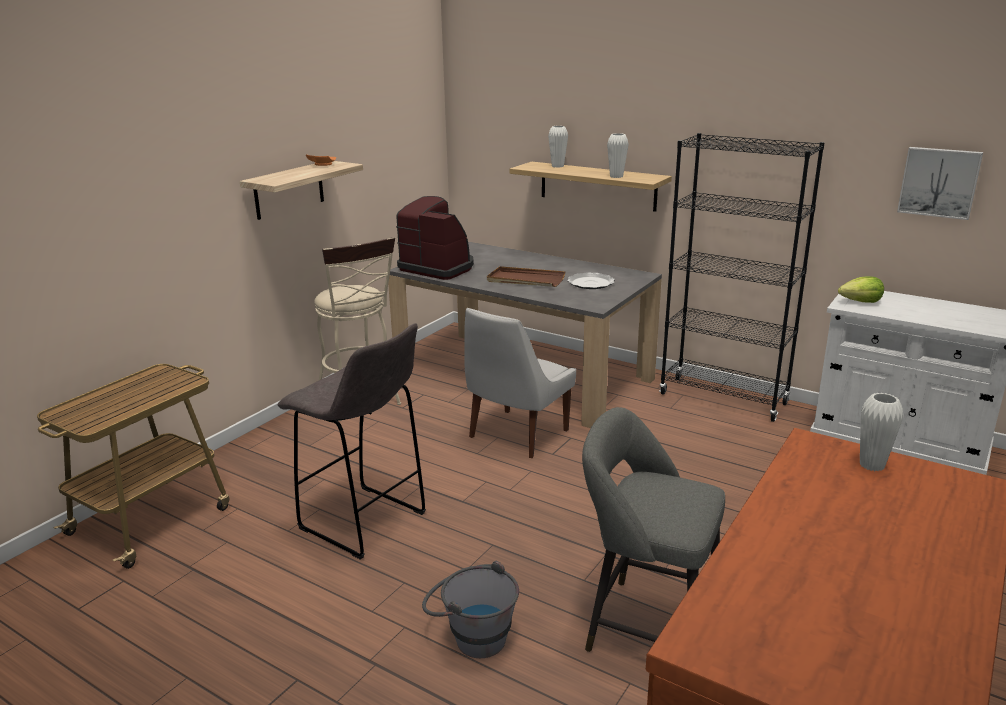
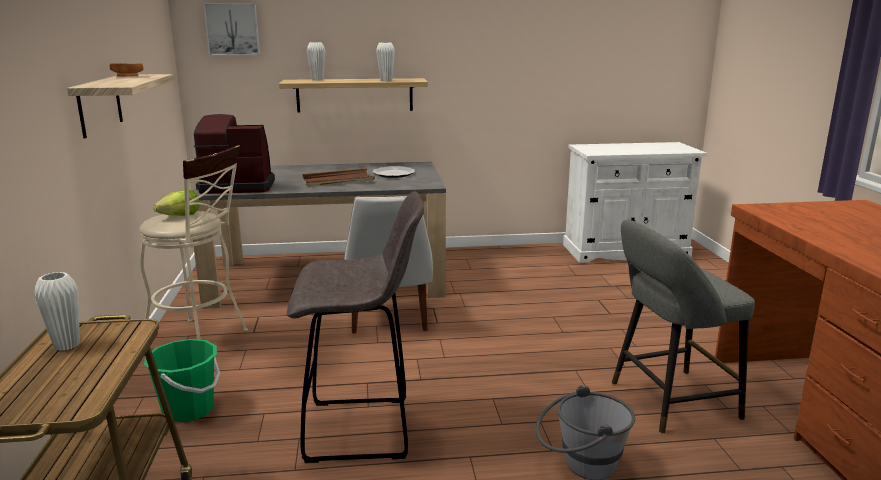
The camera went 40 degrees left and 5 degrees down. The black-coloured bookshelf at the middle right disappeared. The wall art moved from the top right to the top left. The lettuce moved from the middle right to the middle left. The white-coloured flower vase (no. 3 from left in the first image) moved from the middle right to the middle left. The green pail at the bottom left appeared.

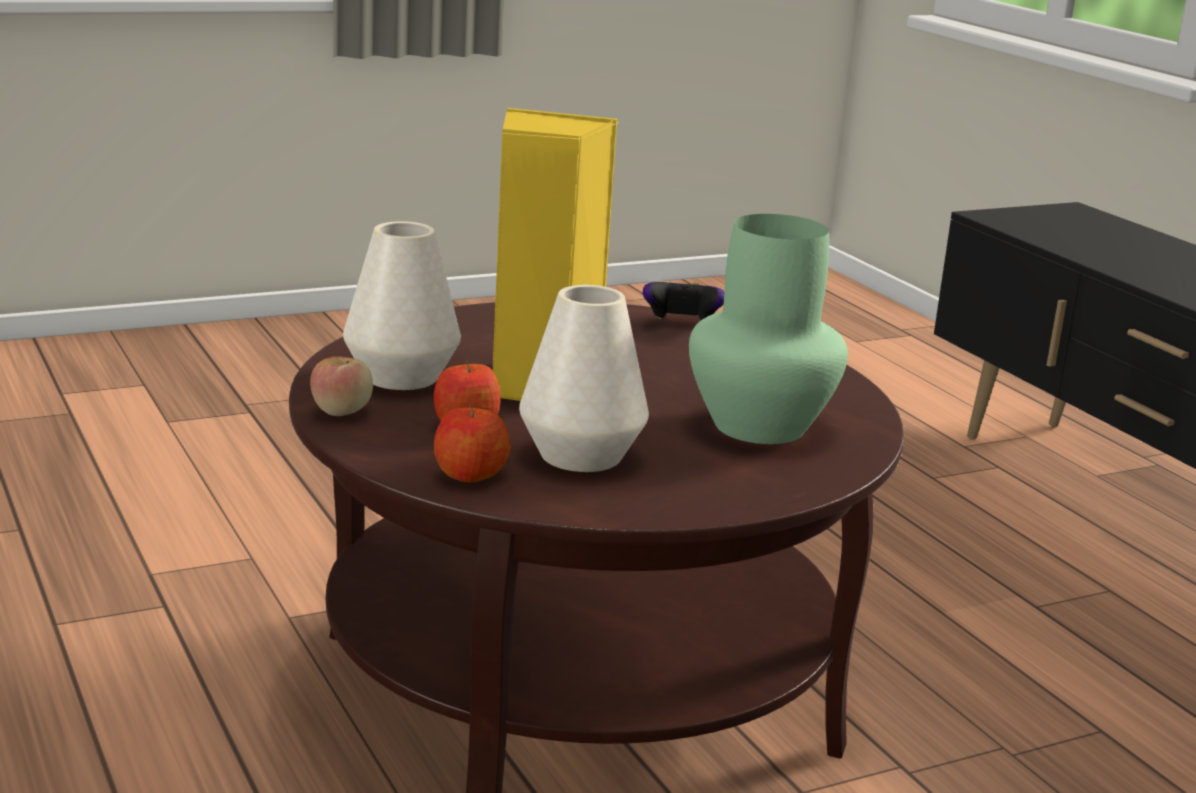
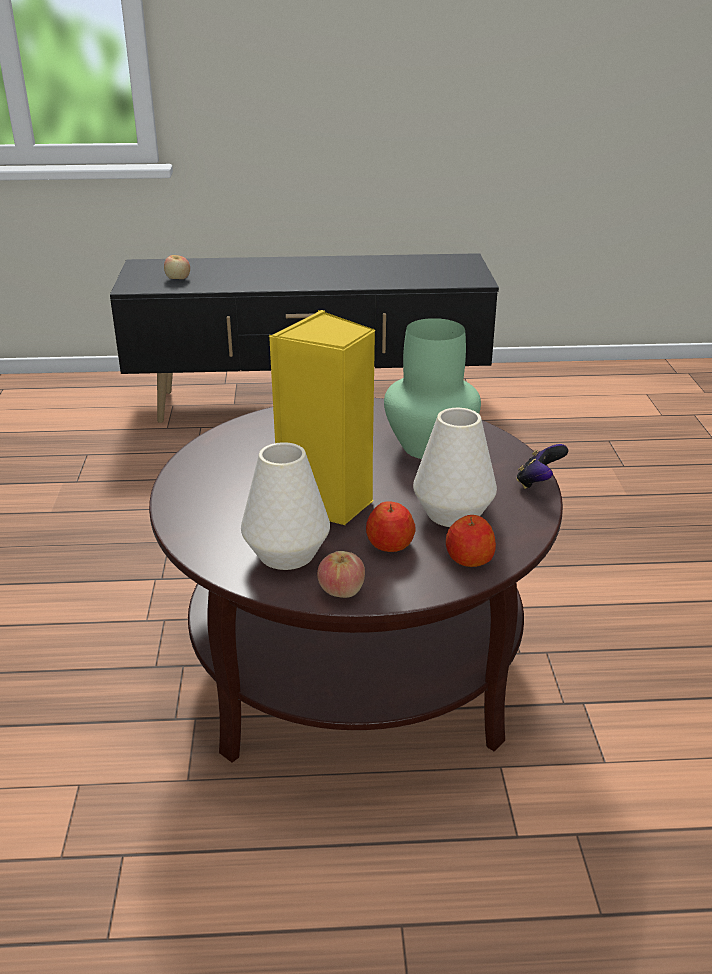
The camera went 65 degrees left and 10 degrees up. The gamepad moved from the centre to the middle right. The apple (no. 1 from left) at the top left appeared.

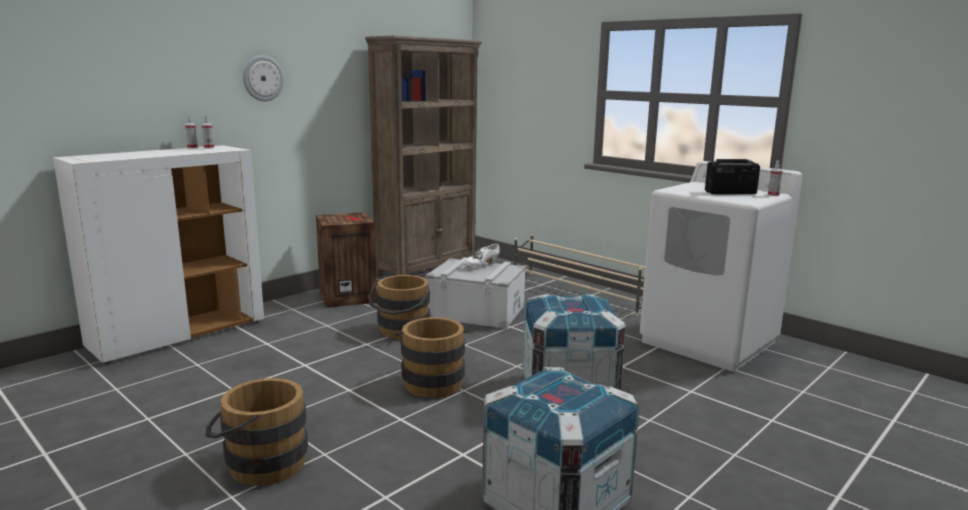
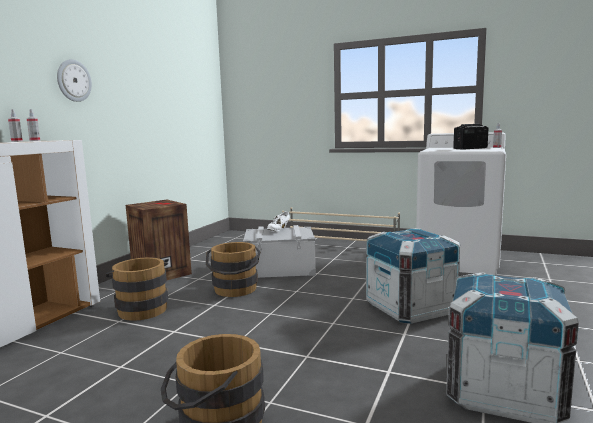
The camera went 20 degrees left and 5 degrees down. The brownish bookshelf at the top centre disappeared. The brownish pail (no. 3 from left in the first image) moved from the bottom centre to the bottom left.

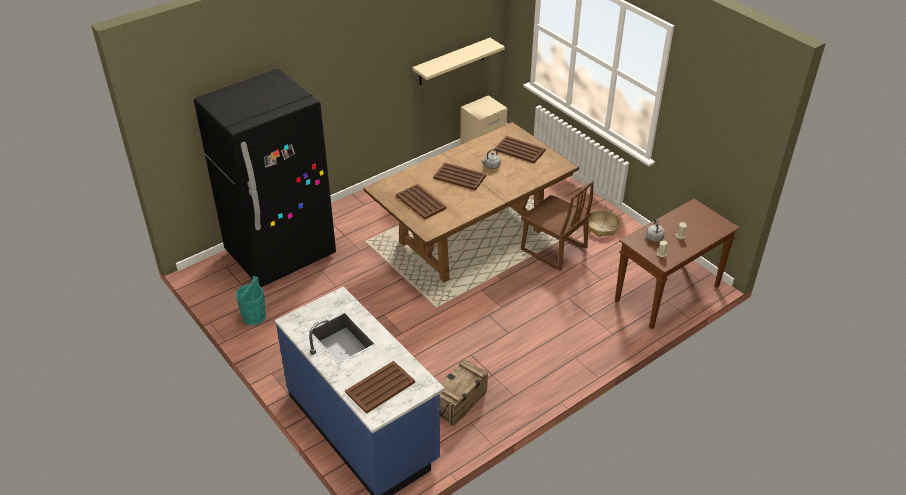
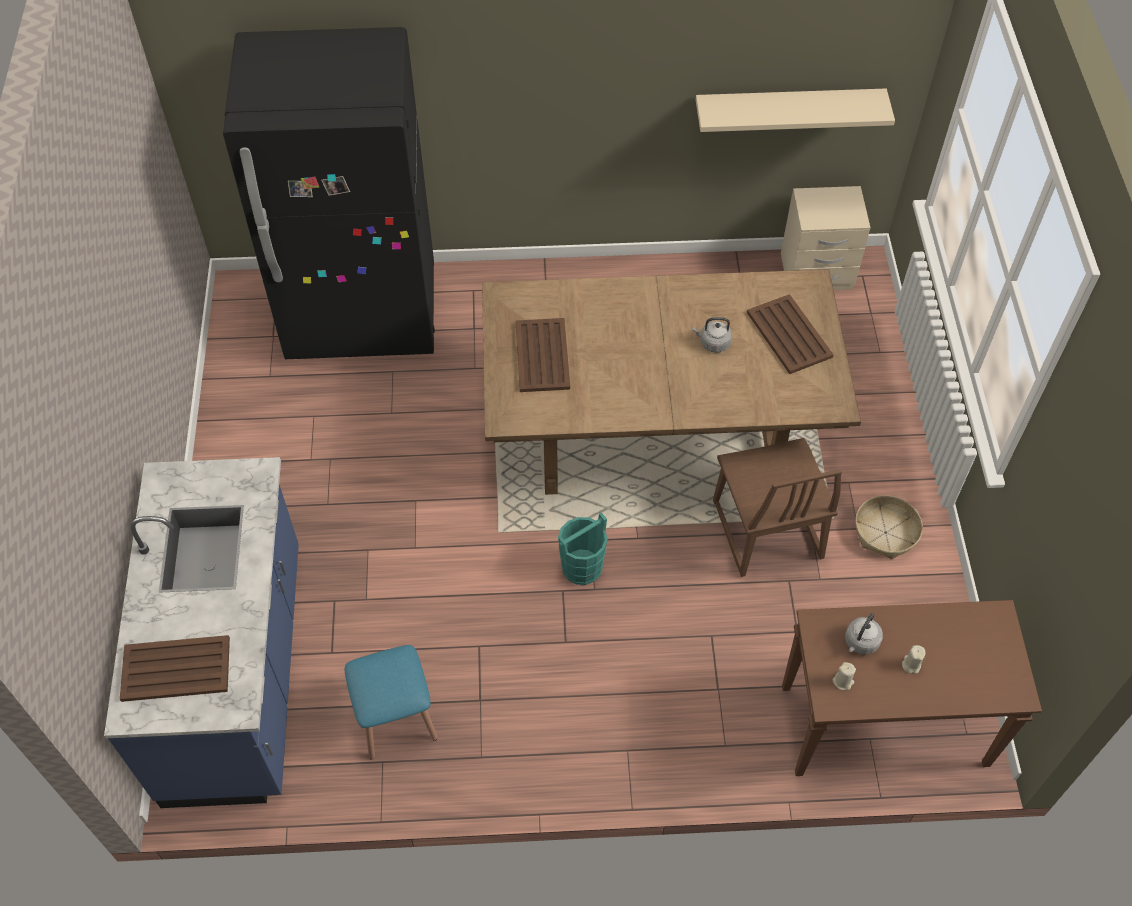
The camera went 35 degrees right and 15 degrees up. The brownish tray (no. 3 from left) at the centre disappeared. The blue-green pail moved from the middle left to the centre. The crate at the bottom centre was replaced by the blue-coloured stool at the bottom centre.

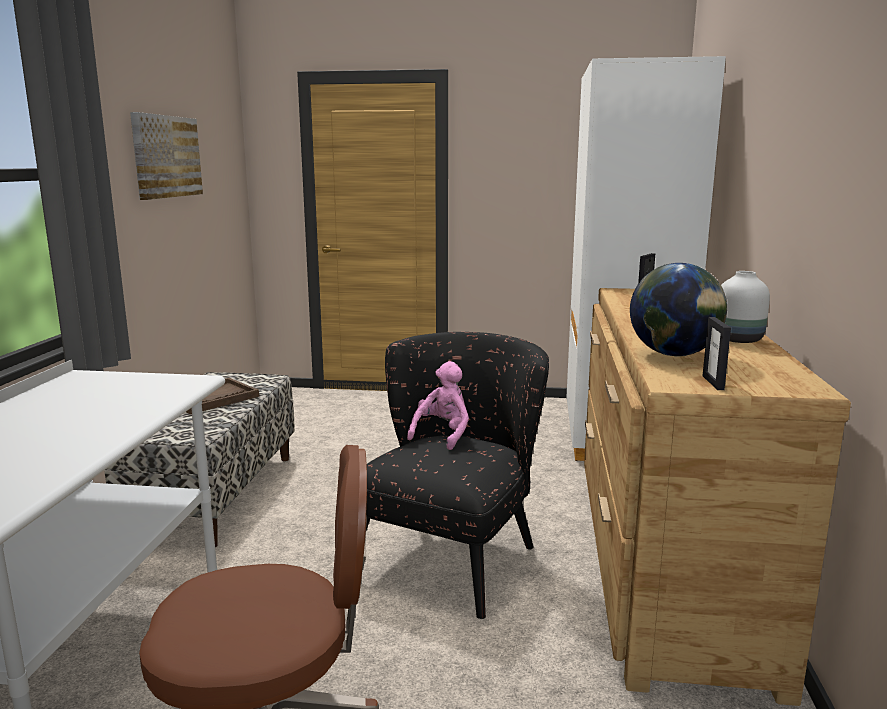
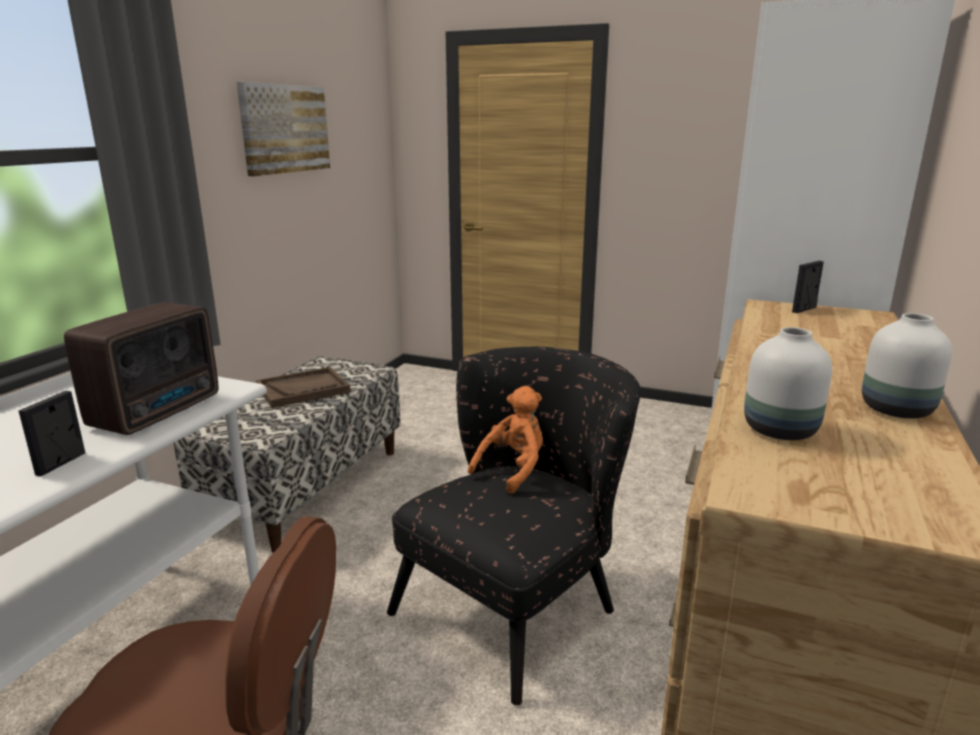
The camera went 15 degrees right and 5 degrees up. The desk globe at the middle right was replaced by the white-coloured flower vase (no. 1 from left) at the middle right. The standing frame (no. 2 from left in the first image) moved from the middle right to the middle left. The pink cuddly toy at the centre became the orangey cuddly toy at the centre. The radio at the middle left appeared.

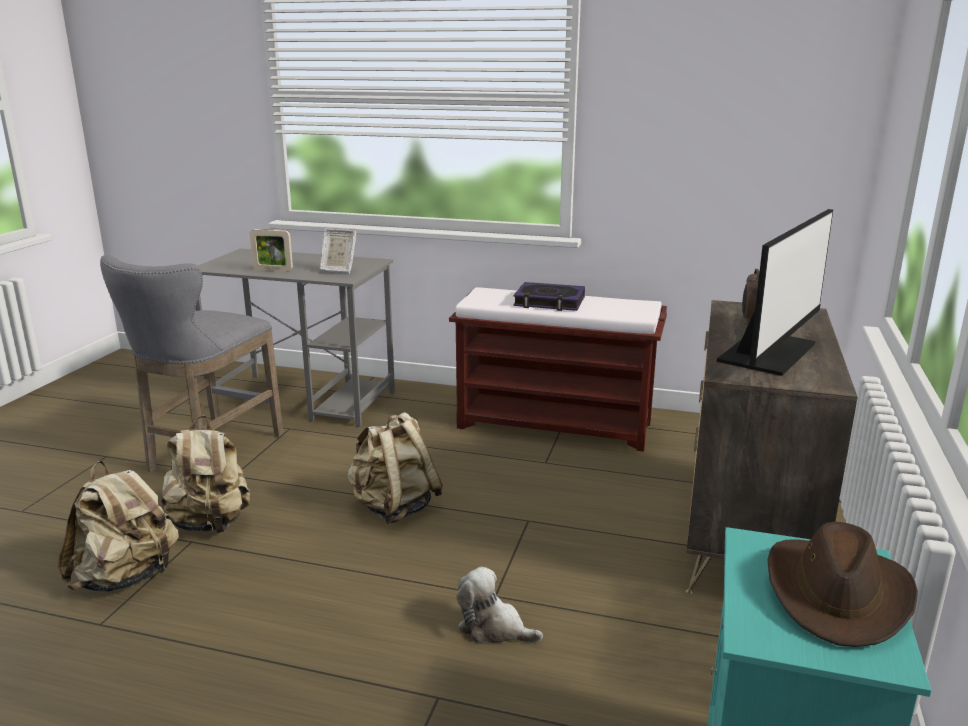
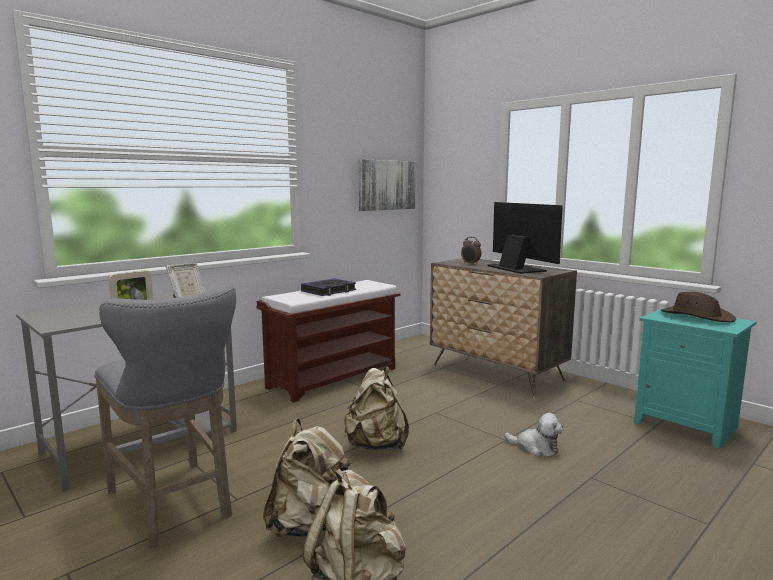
The camera went 60 degrees left and 10 degrees down. The cuddly toy at the bottom centre turned 120 degrees counterclockwise. The wall art at the top centre appeared.

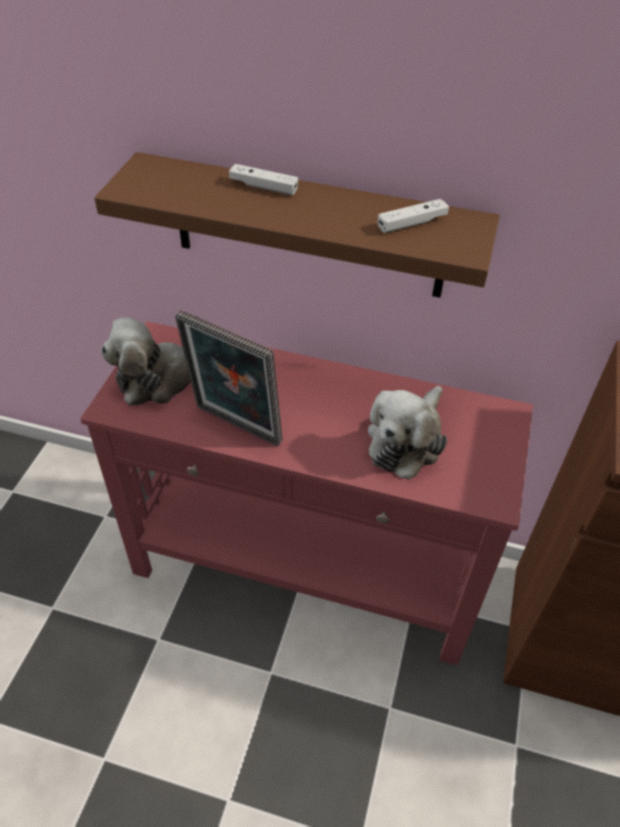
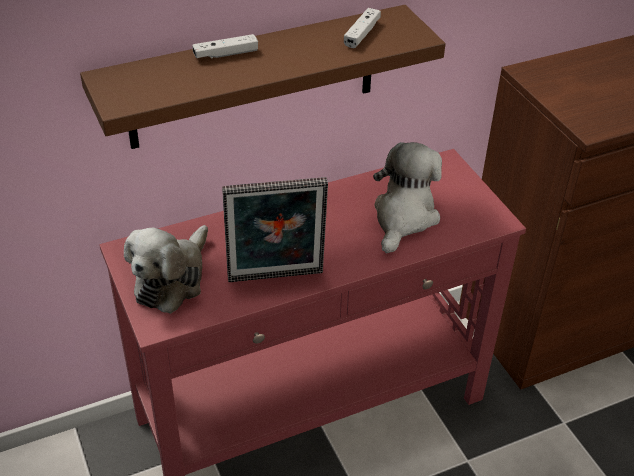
The camera went 40 degrees left and 5 degrees down. The cuddly toy (no. 2 from left) at the centre turned 150 degrees counterclockwise.

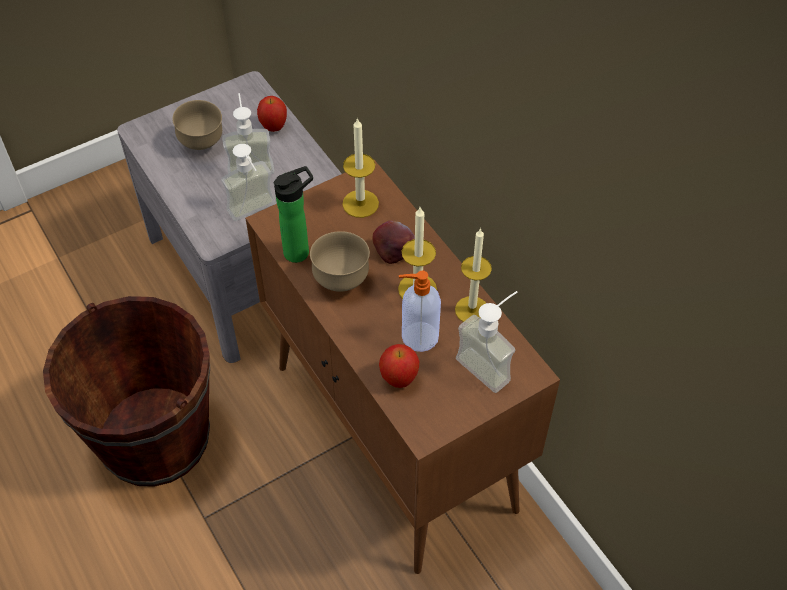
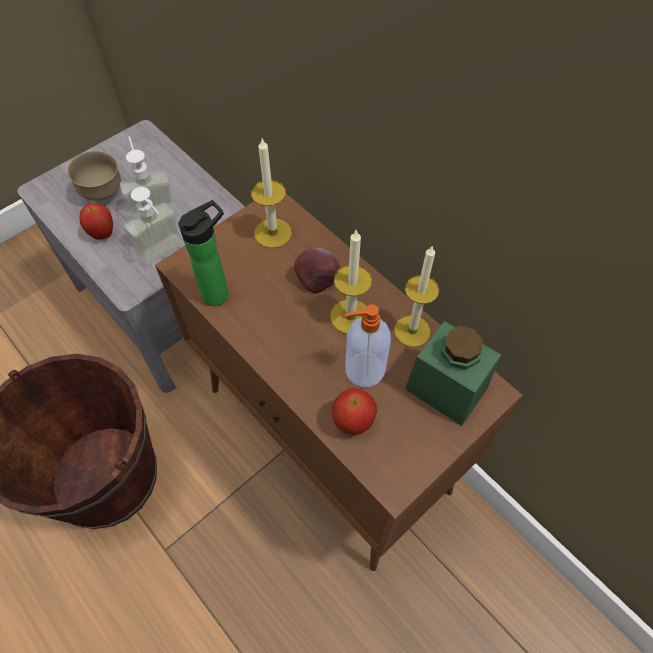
The camera went 10 degrees left and 5 degrees up. The apple (no. 1 from left) moved from the top centre to the middle left. The brownish bowl (no. 2 from left) at the centre disappeared. The liquid soap bottle (no. 4 from left) at the centre was replaced by the green preserve jar at the middle right.

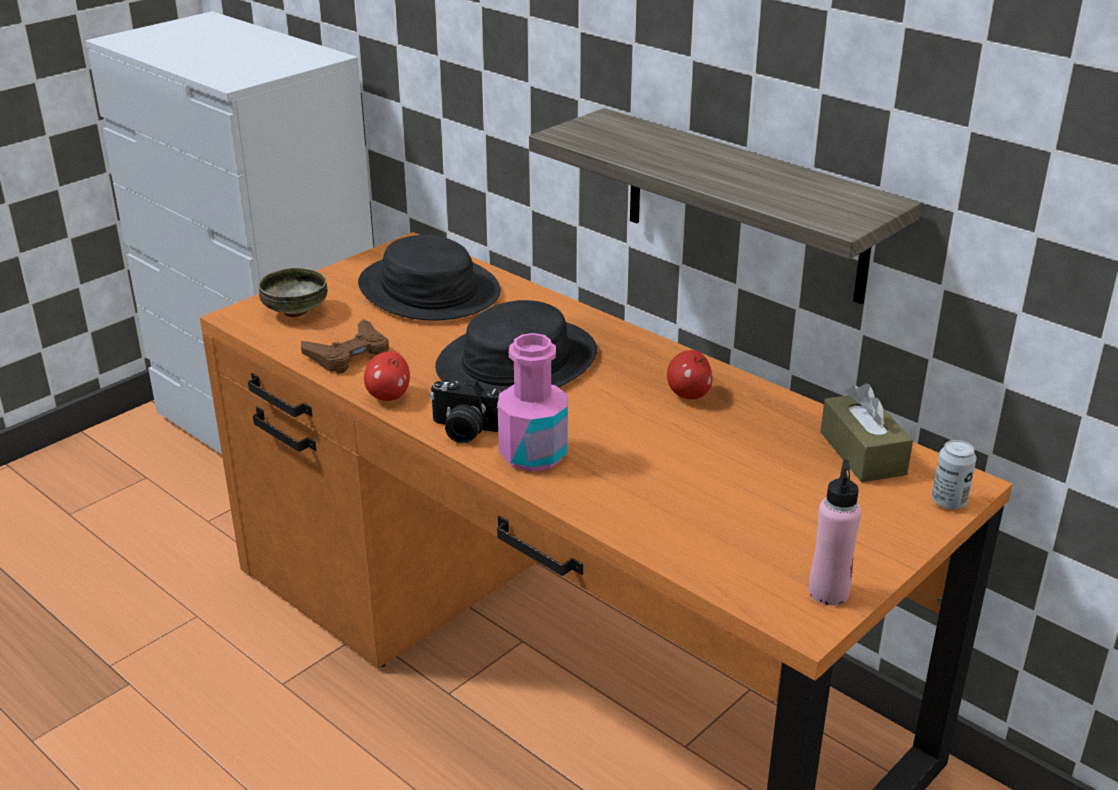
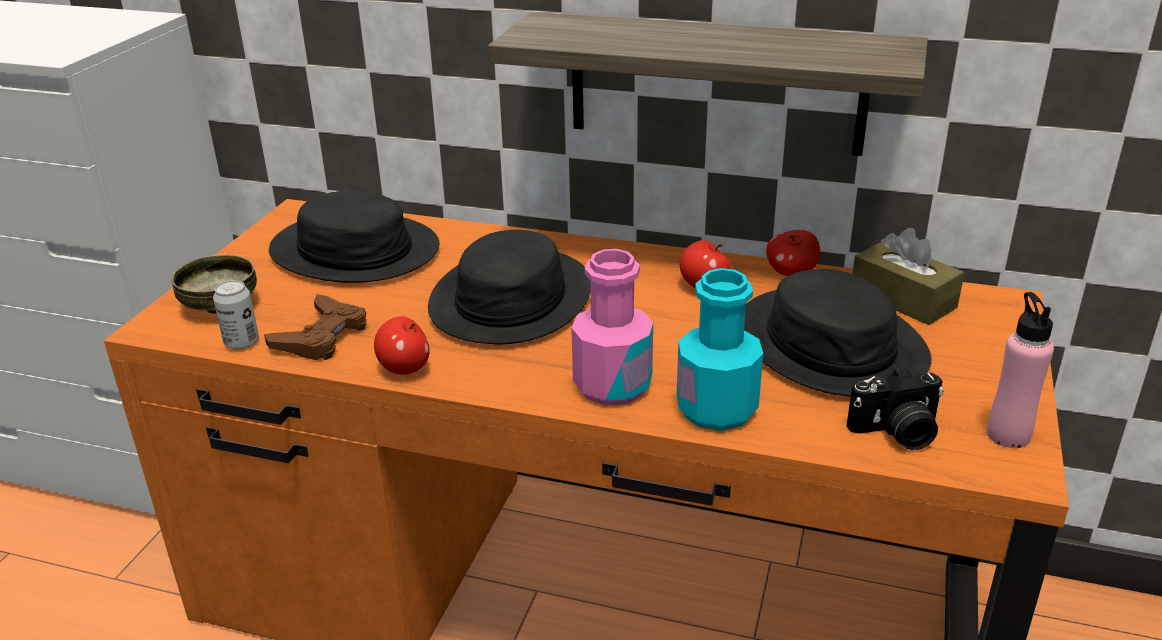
The camera went 25 degrees left and 0 degrees up. The photo camera moved from the centre to the middle right. The metal can moved from the middle right to the middle left. The apple (no. 3 from left) at the middle right appeared. The blue-green drink bottle at the centre appeared. The black-coloured wearable hat (no. 3 from left) at the middle right appeared.

